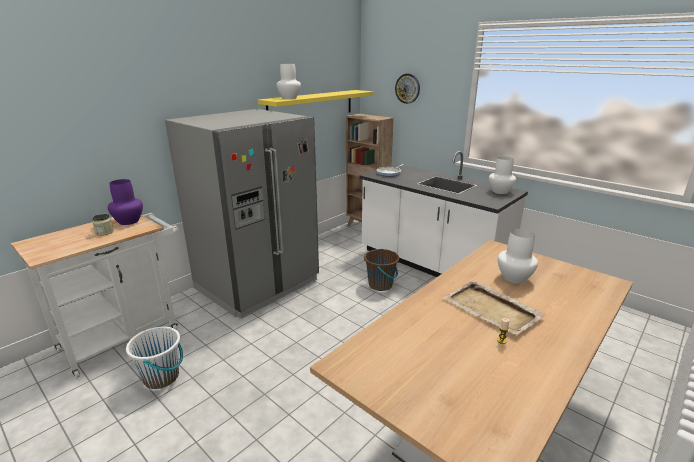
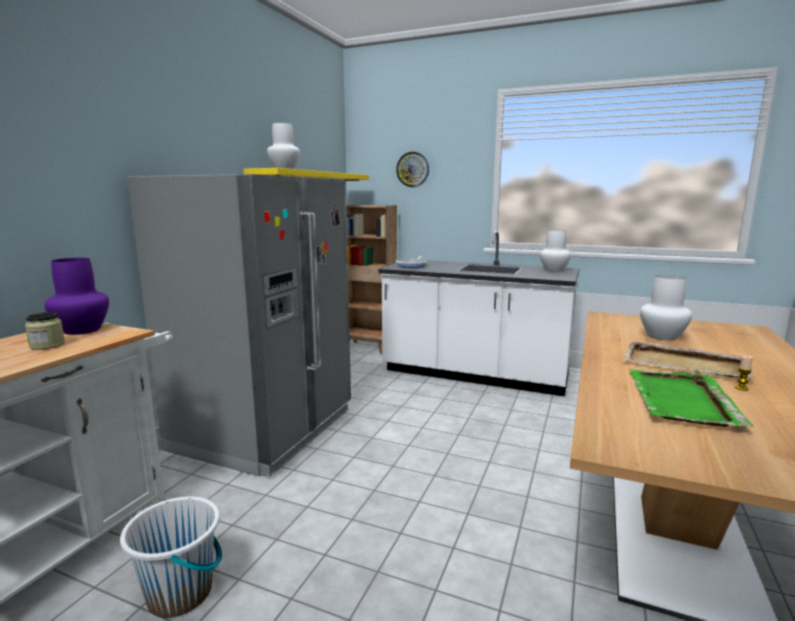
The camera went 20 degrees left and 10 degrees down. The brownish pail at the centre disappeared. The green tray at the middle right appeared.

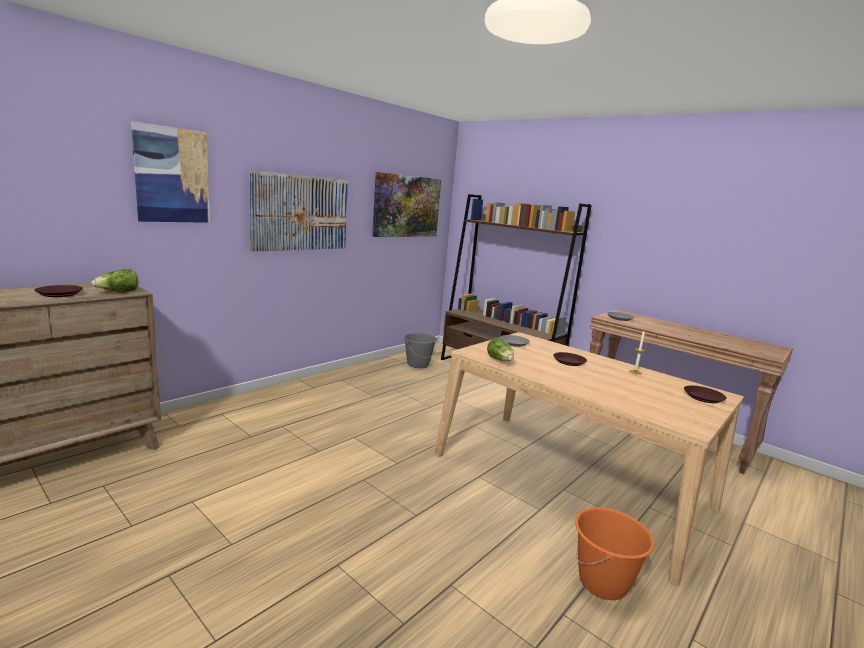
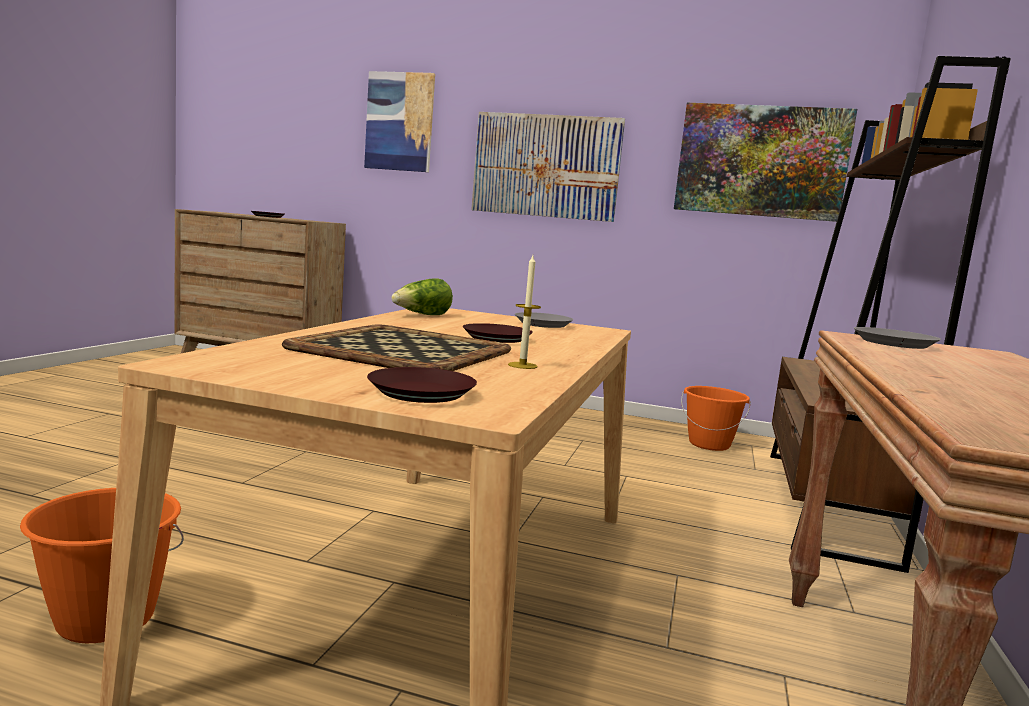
The camera went 65 degrees right and 5 degrees down. The lettuce (no. 1 from left) at the middle left disappeared. The grey pail at the centre became the orangey pail (no. 2 from left) at the middle right. The tray at the centre appeared.

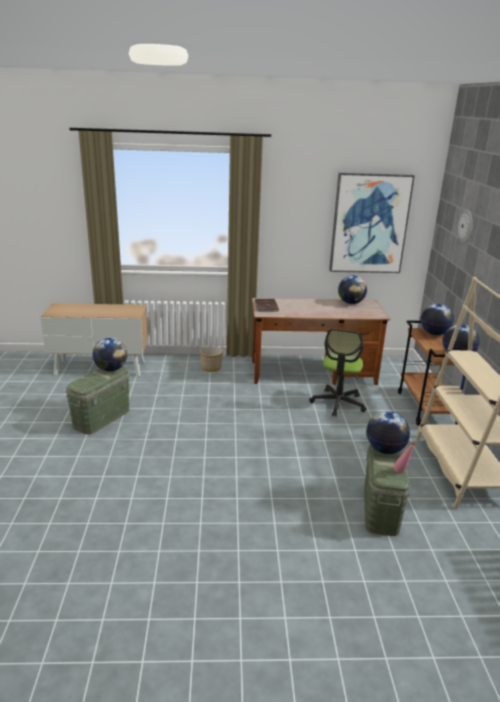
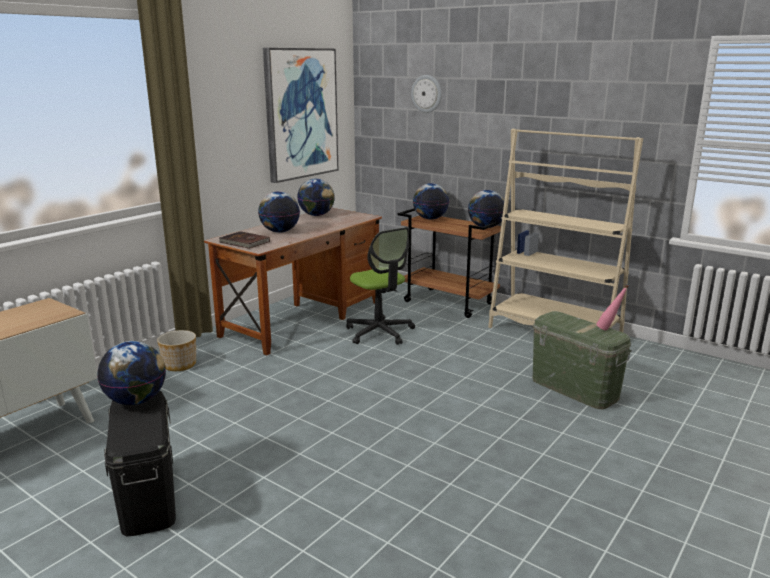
The camera went 50 degrees left and 5 degrees down. The green storage container (no. 1 from left) at the middle left became the black-coloured storage container at the bottom left. The desk globe (no. 3 from left in the first image) moved from the middle right to the centre.

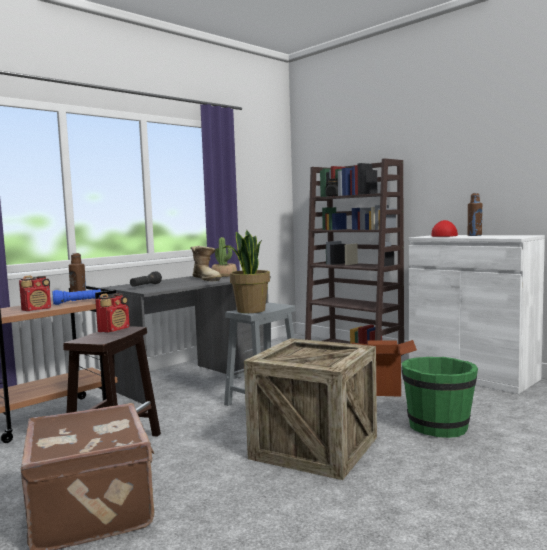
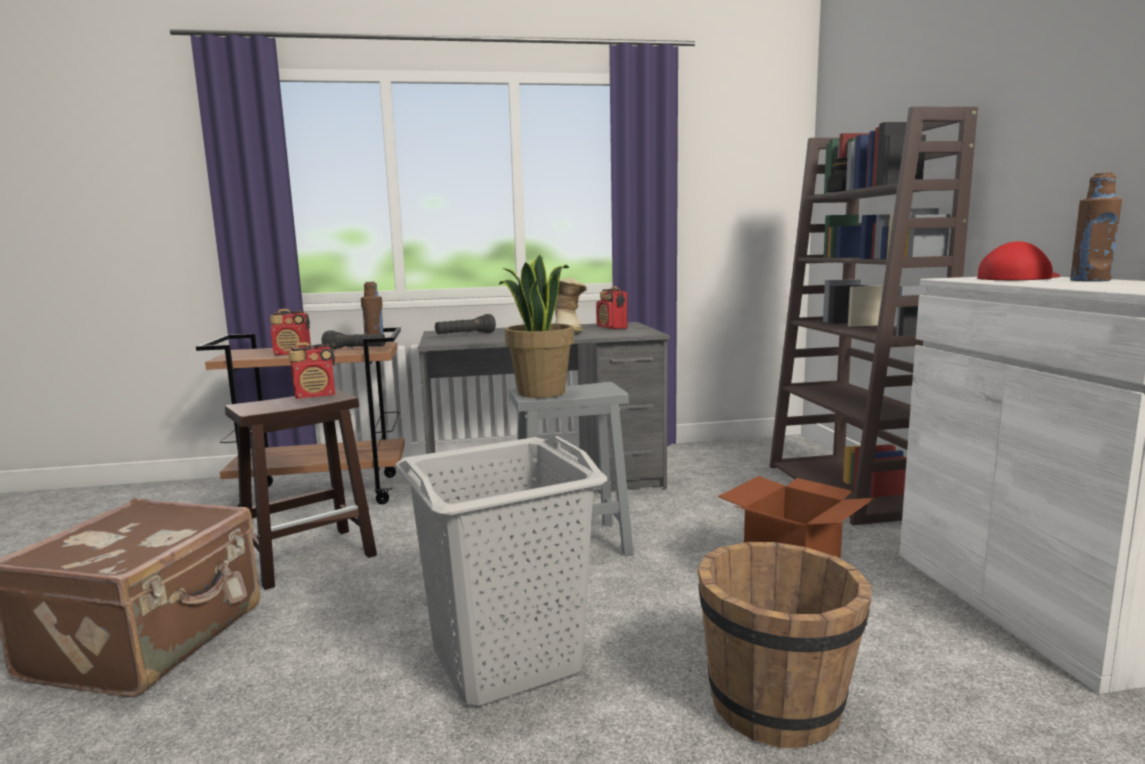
The camera went 35 degrees right and 5 degrees up. The plant in a pot (no. 1 from left) at the centre was replaced by the radio (no. 3 from left) at the centre. The blue-coloured hand torch at the middle left became the black-coloured hand torch (no. 1 from left) at the middle left. The crate at the bottom centre was replaced by the grey hamper at the bottom centre. The green pail at the bottom right became the brownish pail at the bottom right.

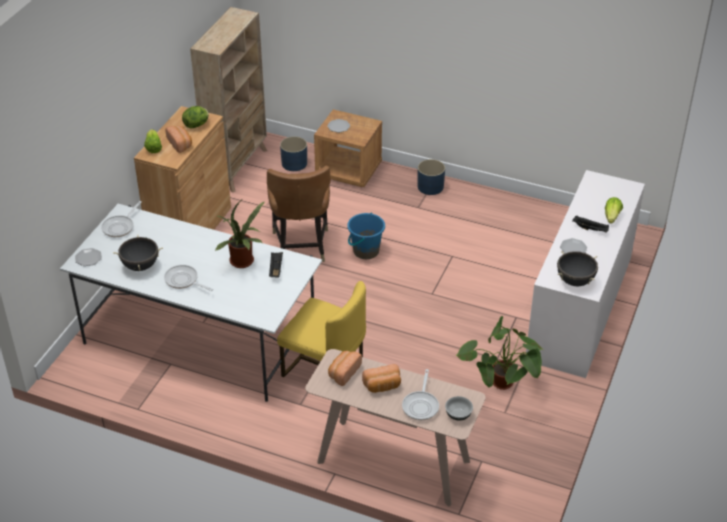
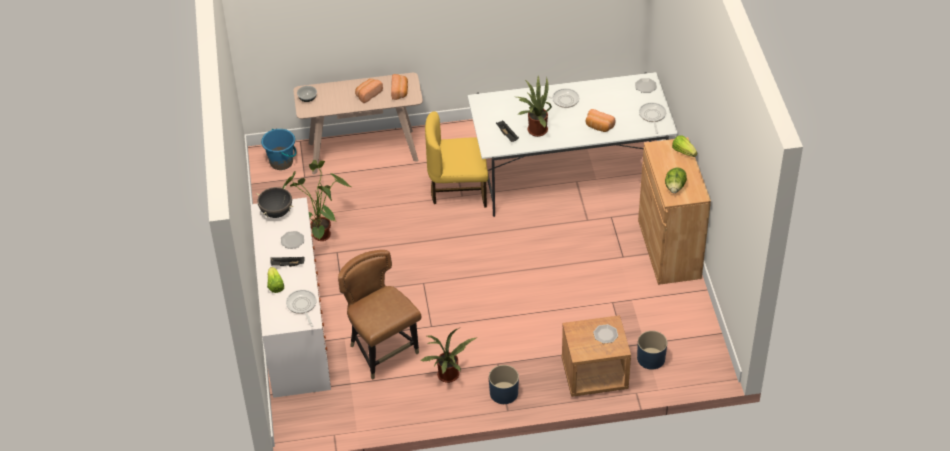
The camera went 150 degrees right and 5 degrees up. The beige-coloured bookshelf at the top left disappeared. The baked bread (no. 1 from left in the first image) moved from the top left to the top centre. The brownish upright chair moved from the centre to the bottom centre. The blue-coloured pail moved from the centre to the top left. The black-coloured cooking pot (no. 1 from left) at the middle left disappeared. The frying pan (no. 3 from left in the first image) moved from the bottom centre to the bottom left. The plant in a pot (no. 2 from left) at the bottom centre appeared.

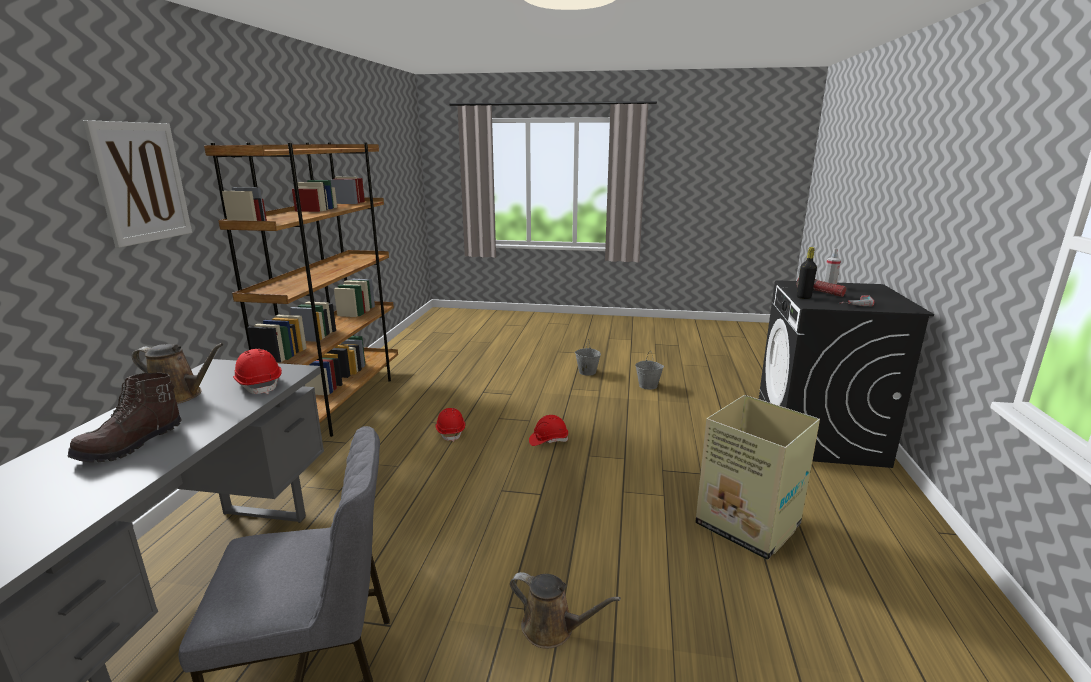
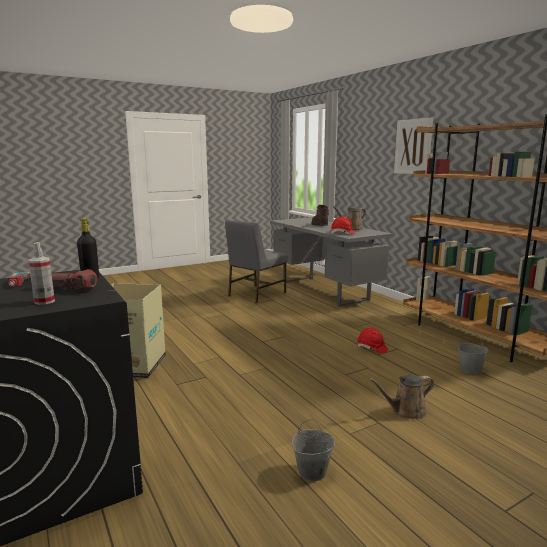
The camera went 140 degrees right and 5 degrees down. The grey pail (no. 1 from left in the first image) moved from the centre to the middle right. The red hard hat (no. 3 from left) at the centre disappeared. The brownish sprinkling can (no. 2 from left) moved from the bottom centre to the bottom right.

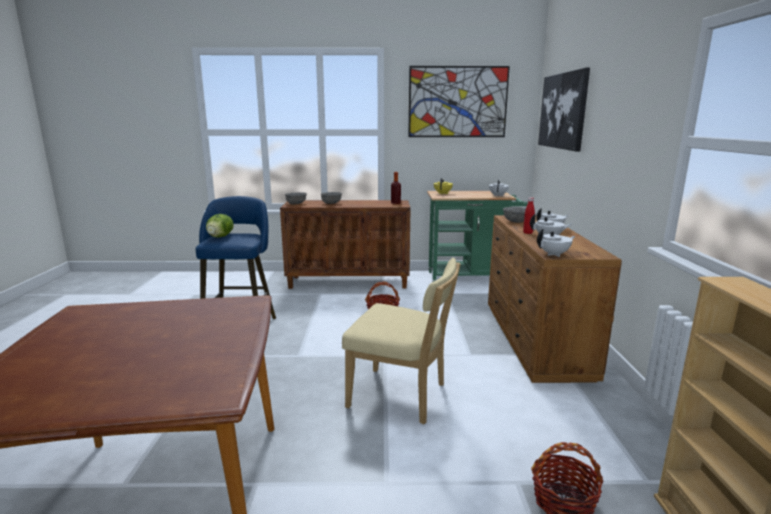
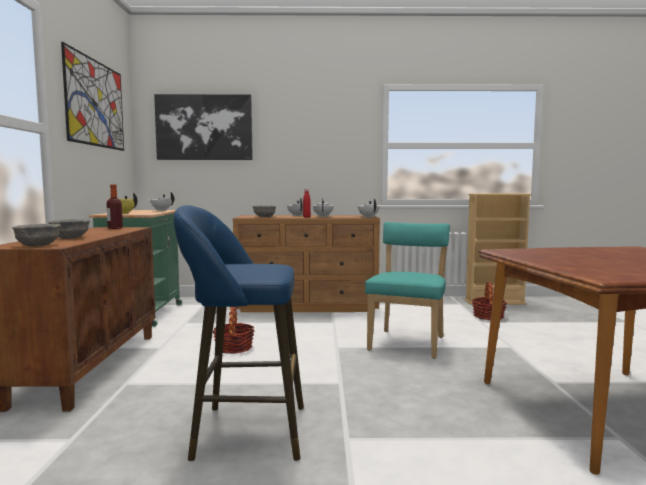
The camera went 90 degrees left and 10 degrees down. The lettuce at the middle left disappeared. The beige-coloured upright chair at the centre became the blue-green upright chair at the centre.

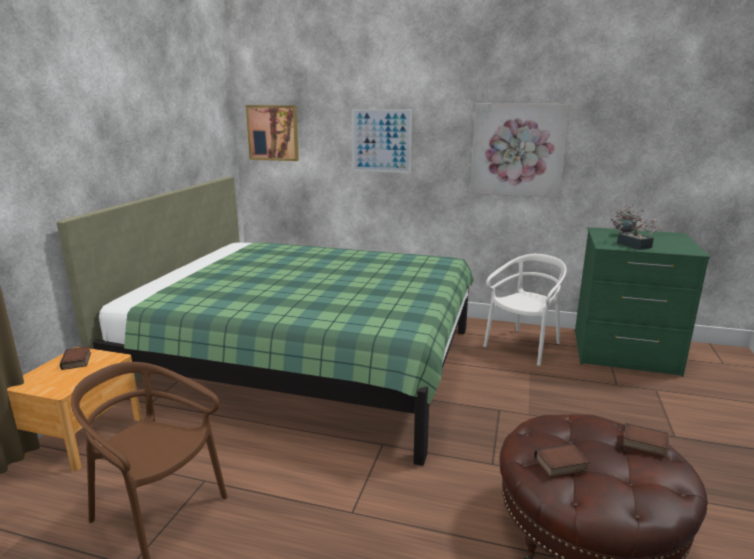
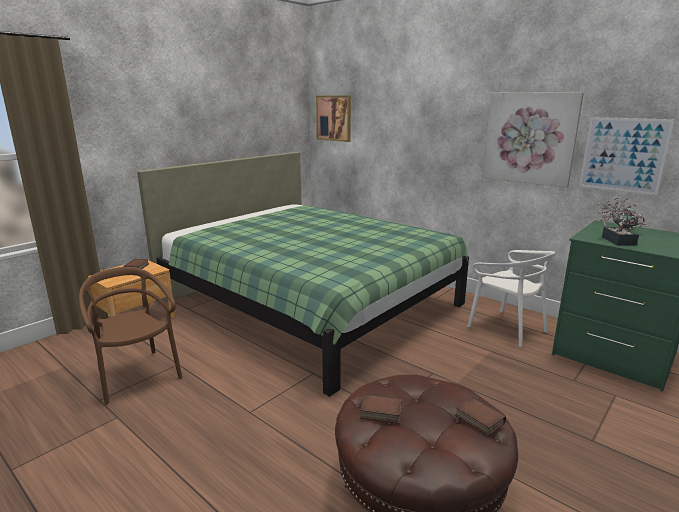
The camera went 25 degrees right and 0 degrees up. The wall art (no. 2 from left in the first image) moved from the top centre to the top right. The white-coloured upright chair at the middle right turned 75 degrees clockwise.

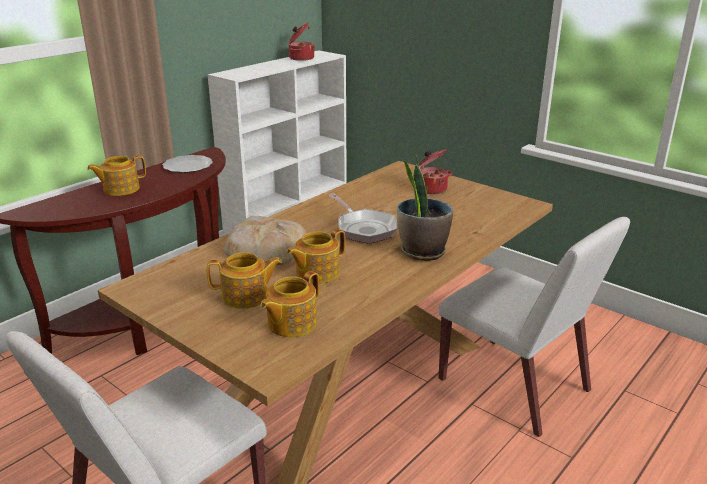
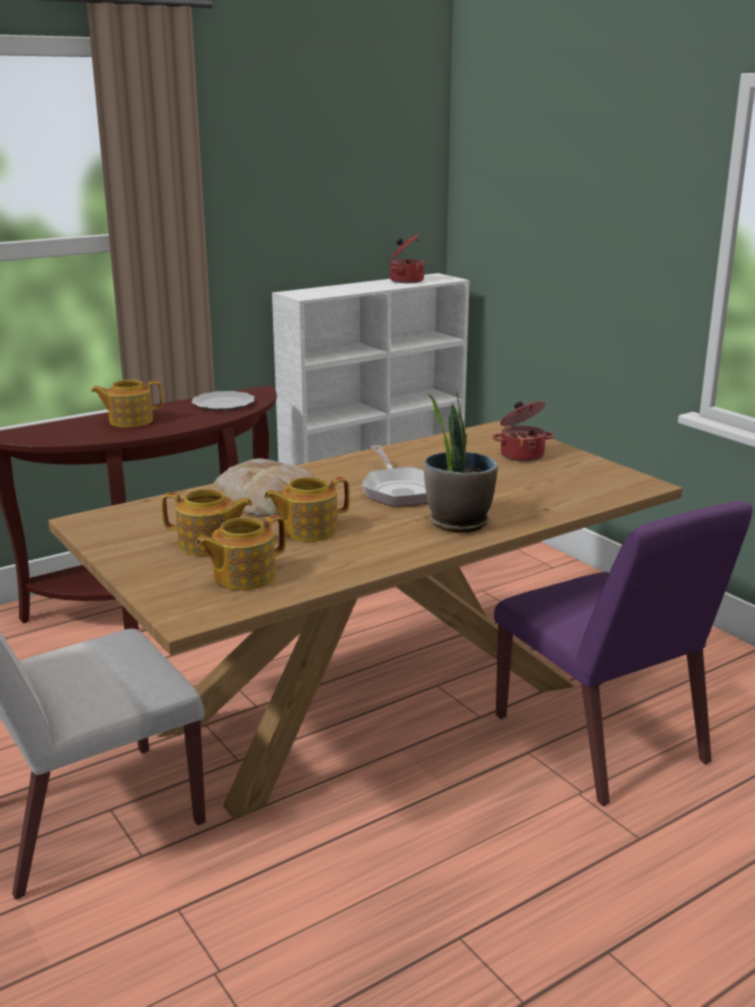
The camera went 15 degrees right and 5 degrees down. The white-coloured upright chair (no. 2 from left) at the bottom right became the purple-coloured upright chair at the middle right.

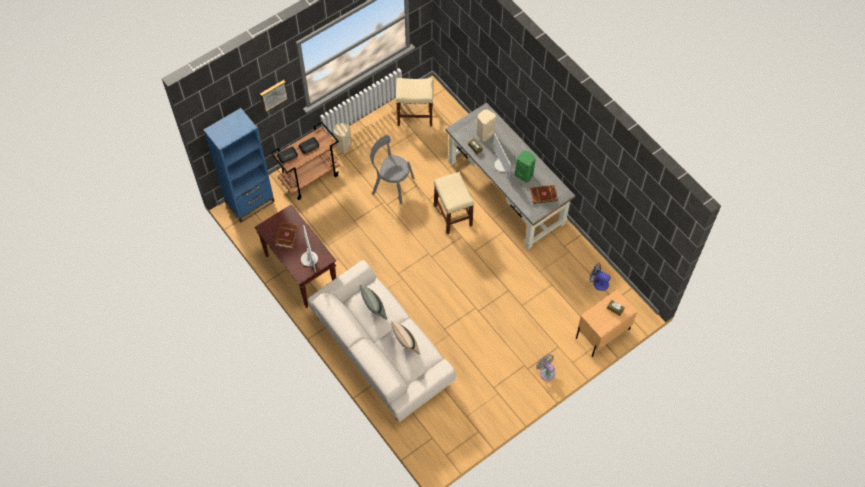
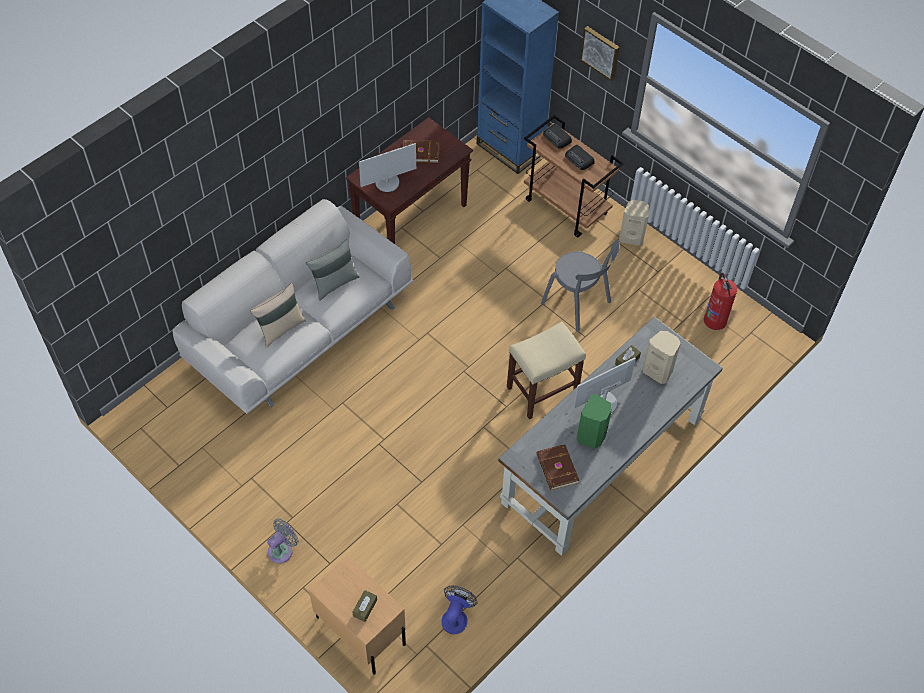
The camera went 80 degrees right and 5 degrees down. The beige-coloured stool (no. 1 from left) at the top centre was replaced by the fire-fighting cylinder at the middle right. The grey upright chair at the centre turned 120 degrees clockwise.

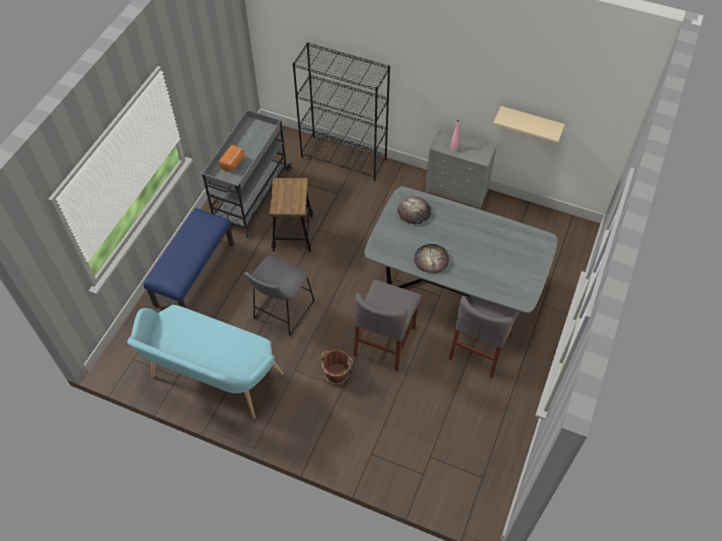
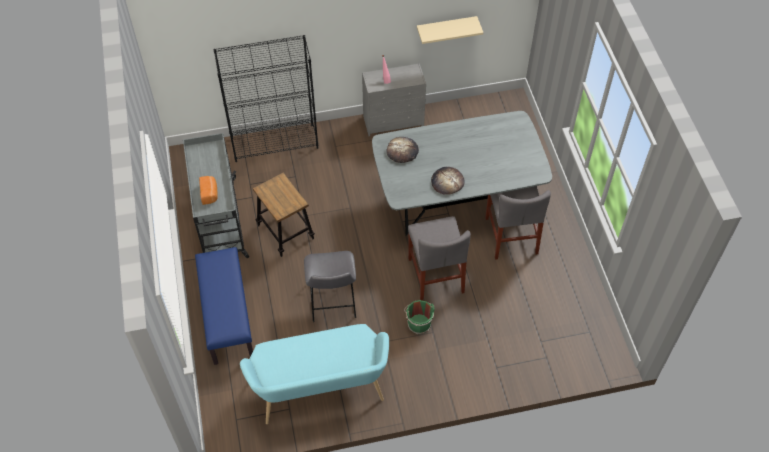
The camera went 35 degrees left and 0 degrees up. The brownish pail at the bottom centre became the green pail at the bottom centre.

